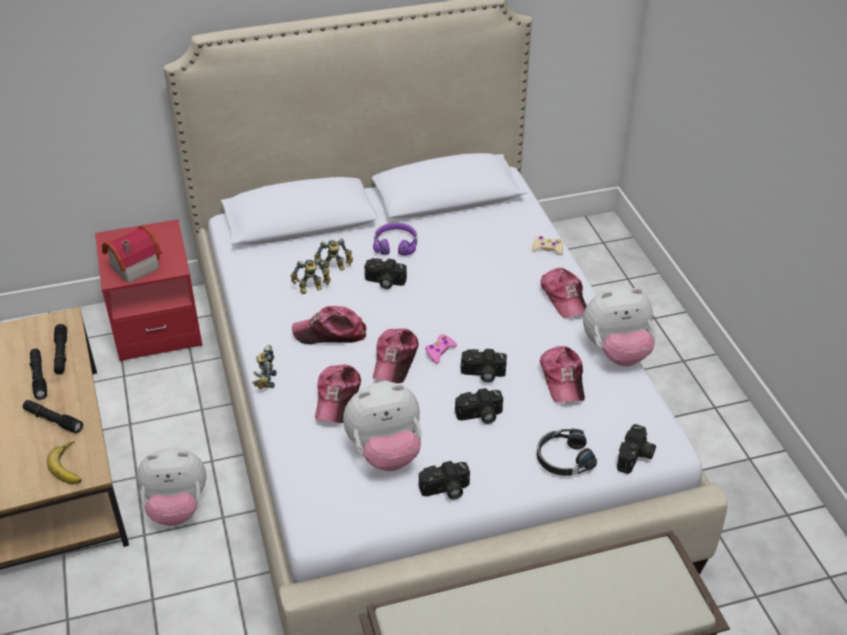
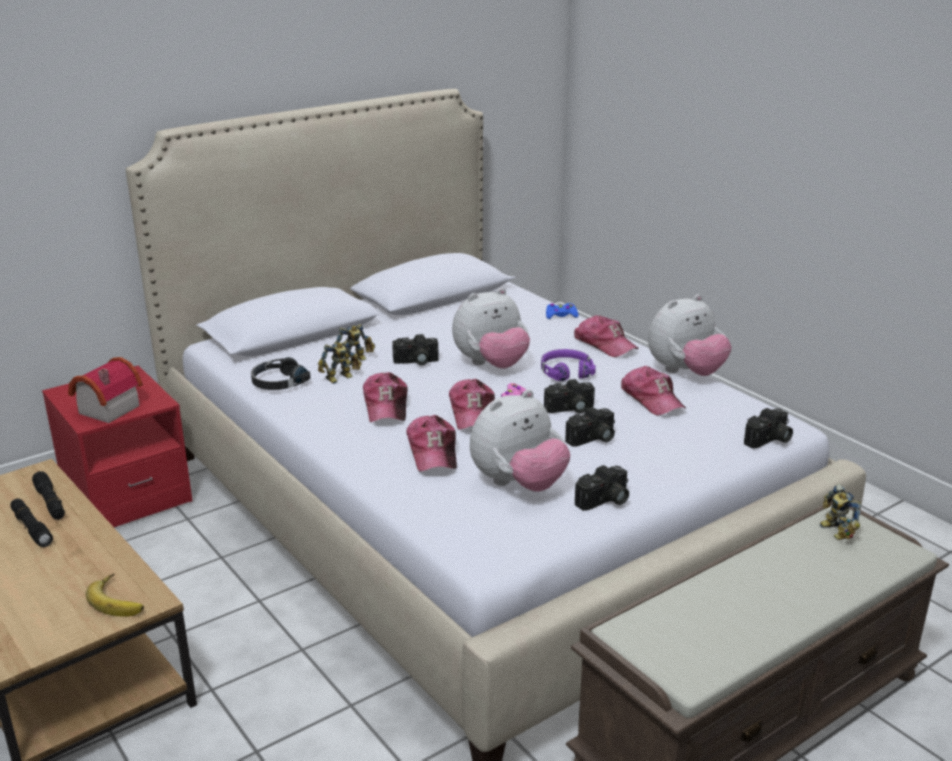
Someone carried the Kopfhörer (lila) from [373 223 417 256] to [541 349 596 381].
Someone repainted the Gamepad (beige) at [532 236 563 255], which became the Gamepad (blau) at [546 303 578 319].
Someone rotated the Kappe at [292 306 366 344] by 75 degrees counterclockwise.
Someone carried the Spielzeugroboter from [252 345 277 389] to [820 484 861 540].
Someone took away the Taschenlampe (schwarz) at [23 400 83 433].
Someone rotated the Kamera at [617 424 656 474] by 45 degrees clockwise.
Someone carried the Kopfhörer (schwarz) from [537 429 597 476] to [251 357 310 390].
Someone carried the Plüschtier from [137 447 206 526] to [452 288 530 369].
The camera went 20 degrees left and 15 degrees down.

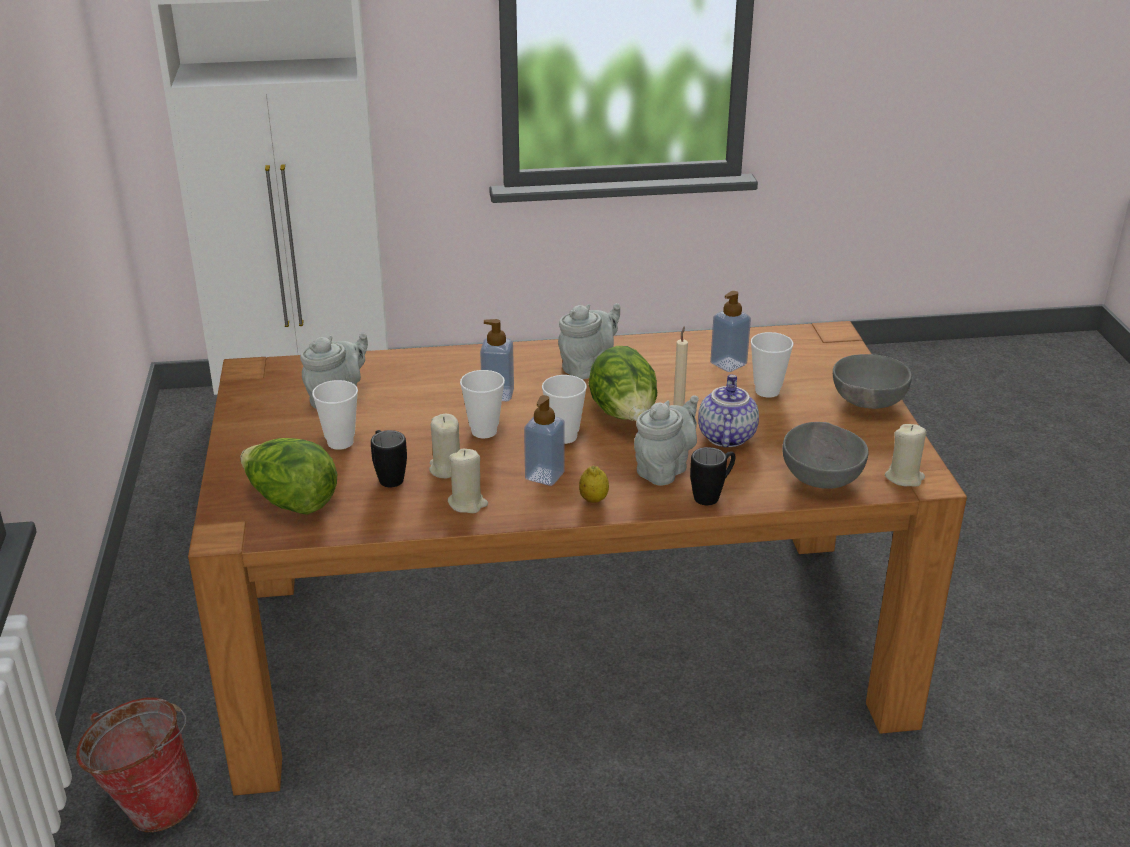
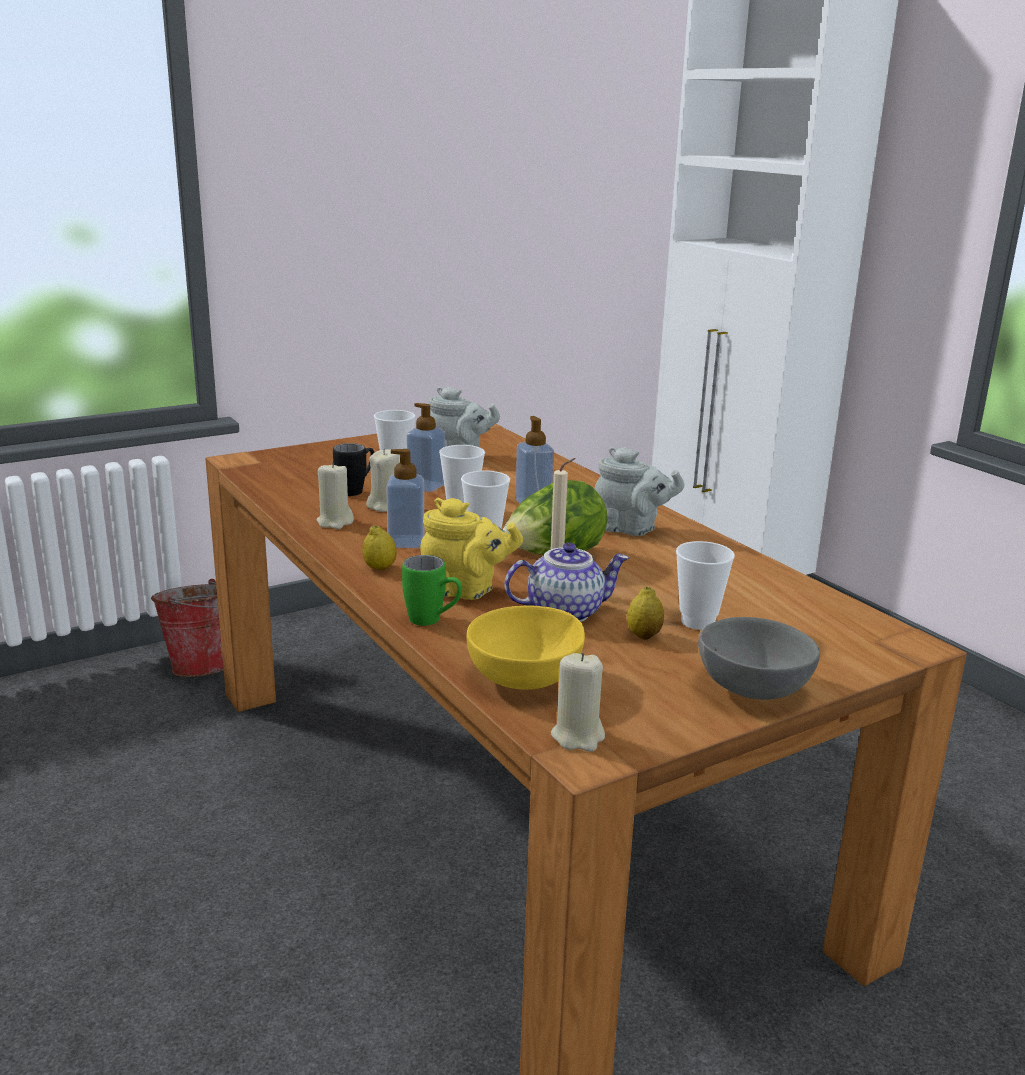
Someone carried the Seifenspender from [710 291 751 372] to [407 403 445 492].
Someone repainted the Teekanne (grau) at [634 395 699 486], which became the Teekanne (gelb) at [420 498 523 600].
Someone repainted the Schüssel (grau) at [782 422 869 489], which became the Schüssel (gelb) at [467 606 585 690].
Someone took away the Salatkopf at [240 438 337 515].
Someone repainted the Henkelbecher (schwarz) at [690 447 735 505], which became the Henkelbecher (grün) at [402 555 462 626].
Someone put down the Zitrone at [627 587 664 640].
The camera went 65 degrees right and 10 degrees down.

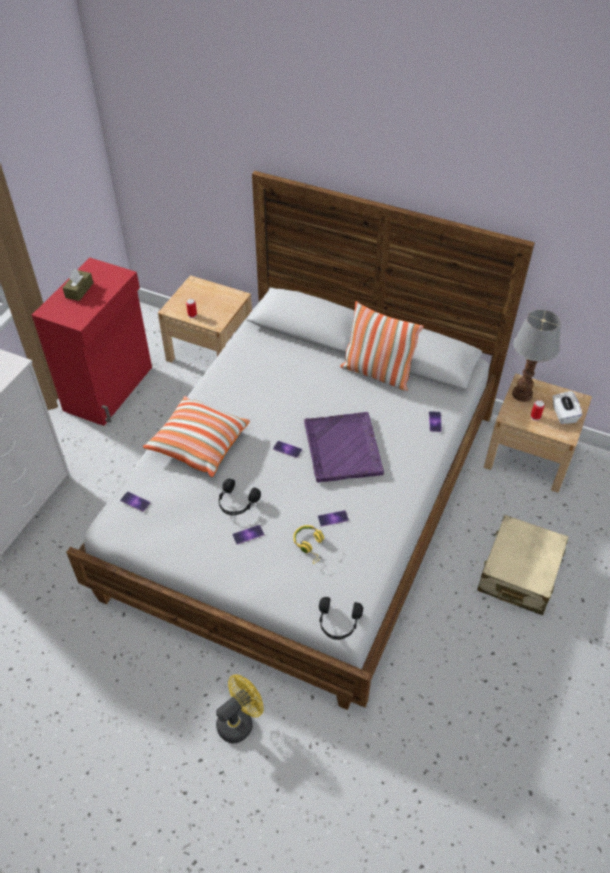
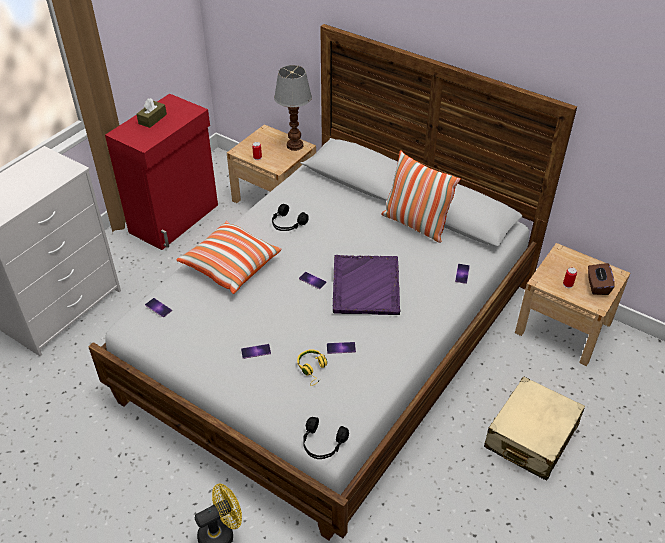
Someone carried the Tischlampe from [512 309 561 402] to [274 65 312 151].
Someone repainted the Taschentuchbox (weiß) at [553 391 582 424], which became the Taschentuchbox (braun) at [588 263 615 295].
Someone carried the Kopfhörer (schwarz) from [219 479 261 515] to [272 204 309 231].
The camera went 10 degrees right and 5 degrees down.

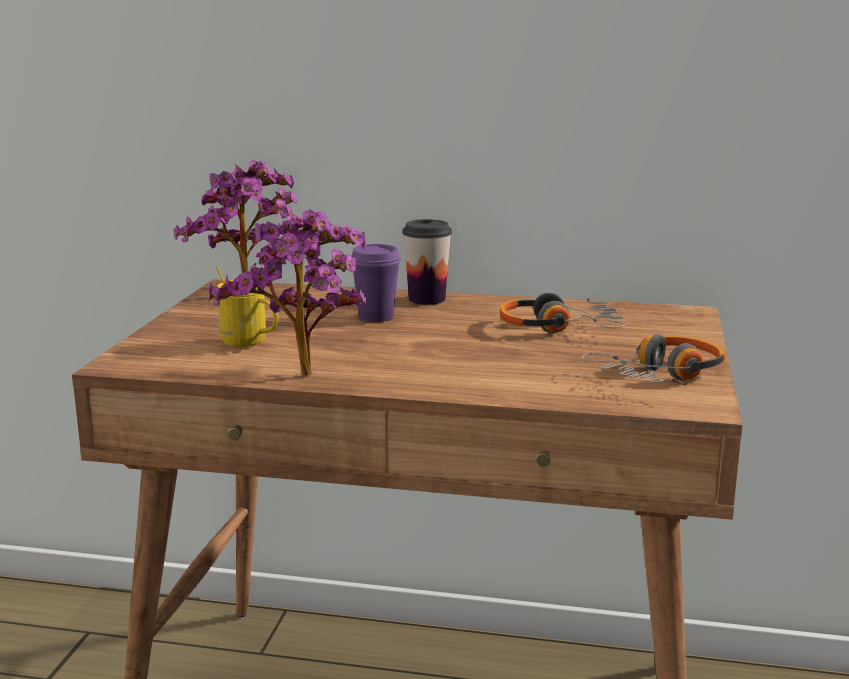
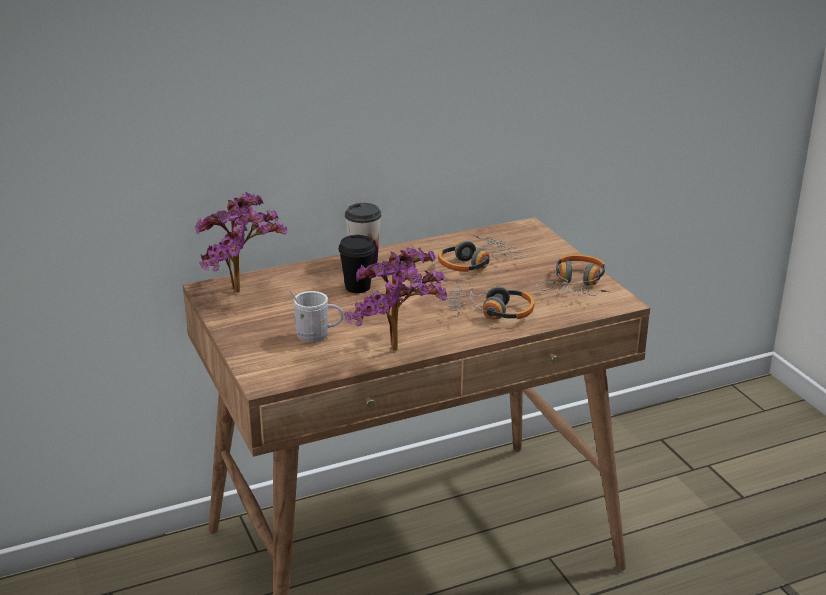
Someone repainted the Tasse (lila) at [352 244 401 322], which became the Tasse (schwarz) at [338 235 375 293].
Someone repainted the Henkelbecher (gelb) at [216 267 278 347], which became the Henkelbecher (weiß) at [289 290 344 343].
Someone put down the Kopfhörer at [447 281 535 320].
The camera went 35 degrees left and 10 degrees up.

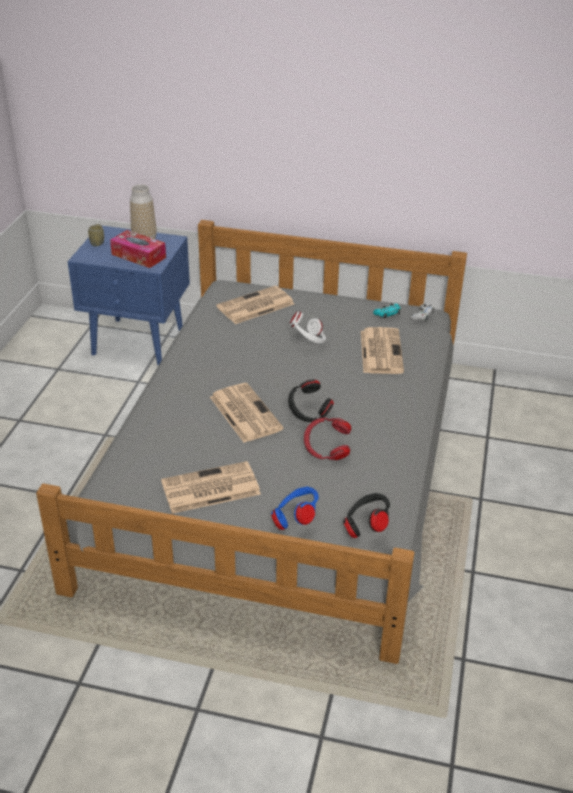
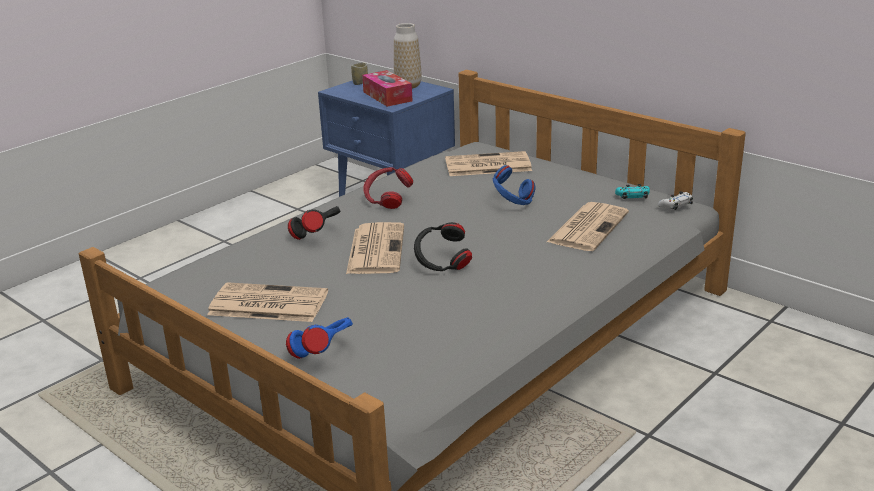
Someone repainted the Kopfhörer (weiß) at [290 311 326 344], which became the Kopfhörer (blau) at [493 165 536 205].
Someone carried the Kopfhörer (rot) from [304 418 352 460] to [364 167 413 209].
Someone carried the Kopfhörer (schwarz) from [343 493 390 538] to [288 206 341 240].
The camera went 30 degrees right and 10 degrees down.

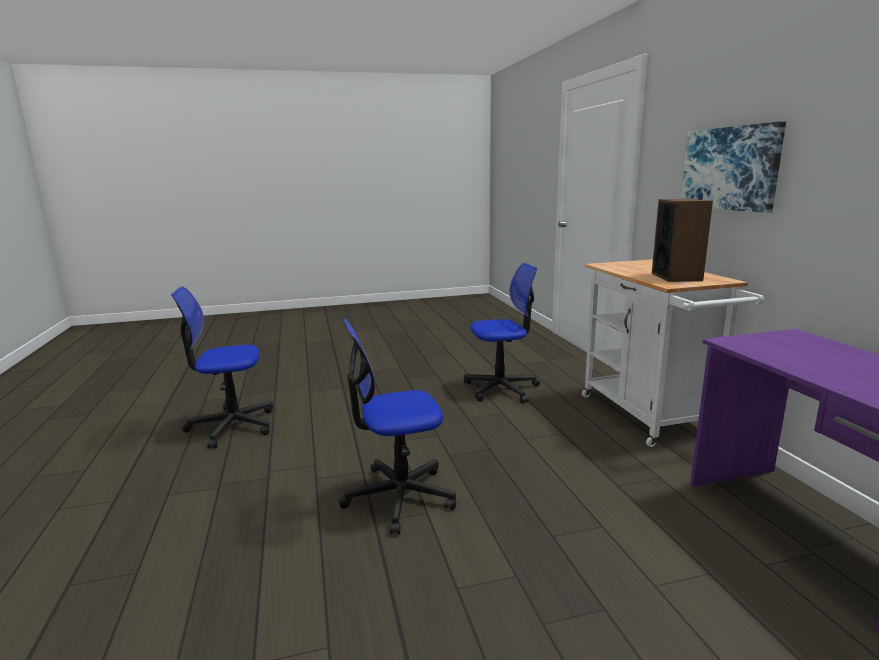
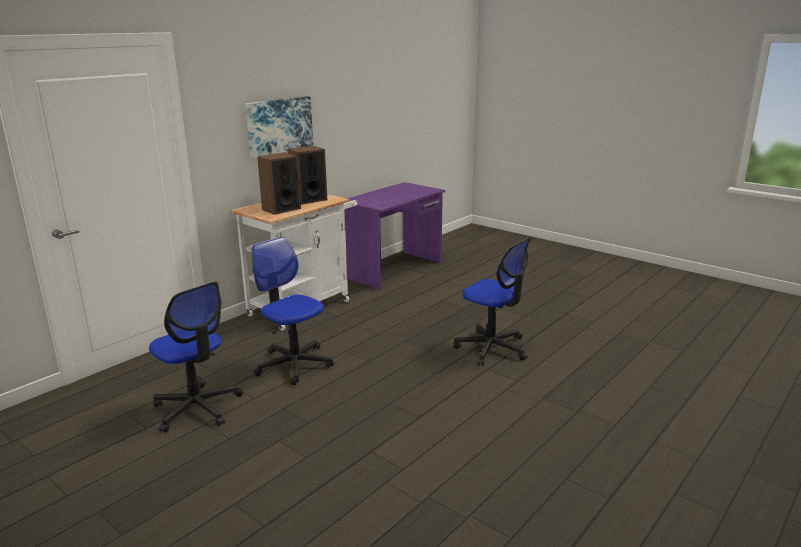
Someone carried the Bürostuhl from [171 286 273 448] to [149 282 243 433].
Someone put down the Lautsprecher at [257 152 301 215].
The camera went 125 degrees left and 5 degrees up.

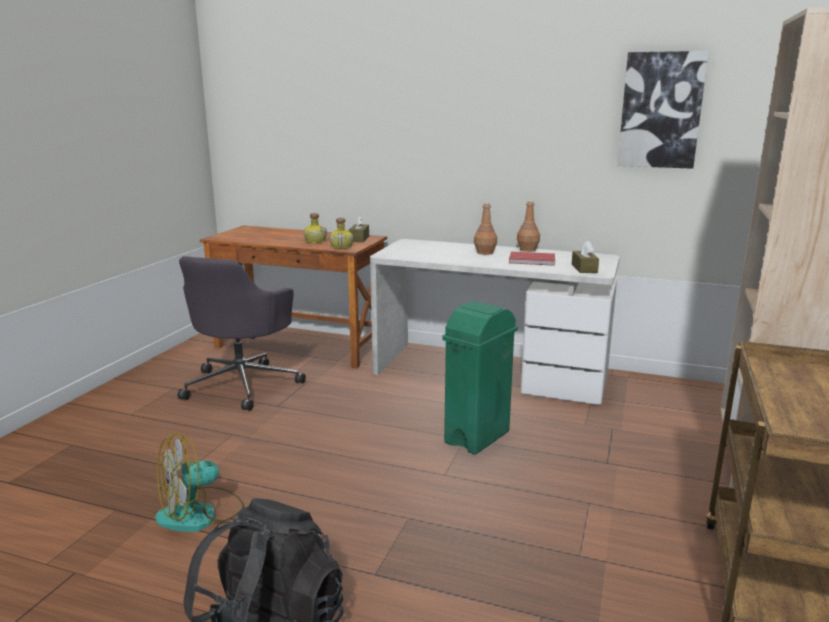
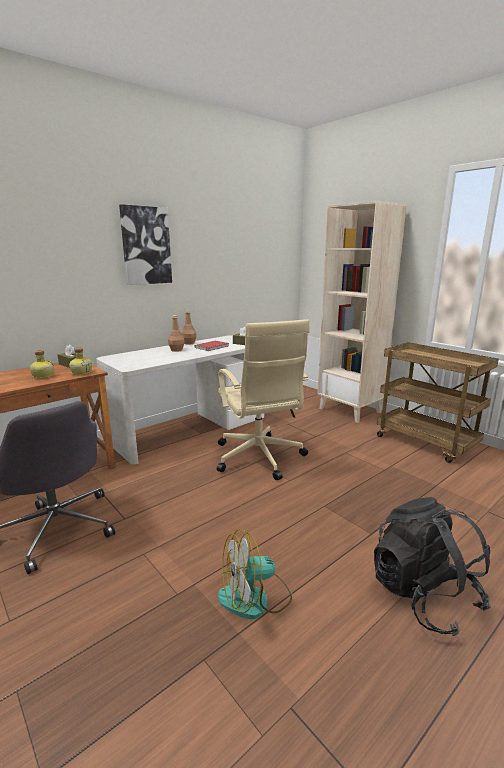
Someone carried the Bild from [617 51 709 169] to [119 204 172 285].
Someone swapped the Mülleimer (grün) at [442 301 518 454] for the Bürostuhl (beige) at [217 319 310 480].
Someone rotated the Ventilator at [155 433 244 532] by 75 degrees clockwise.
The camera went 60 degrees left and 0 degrees up.

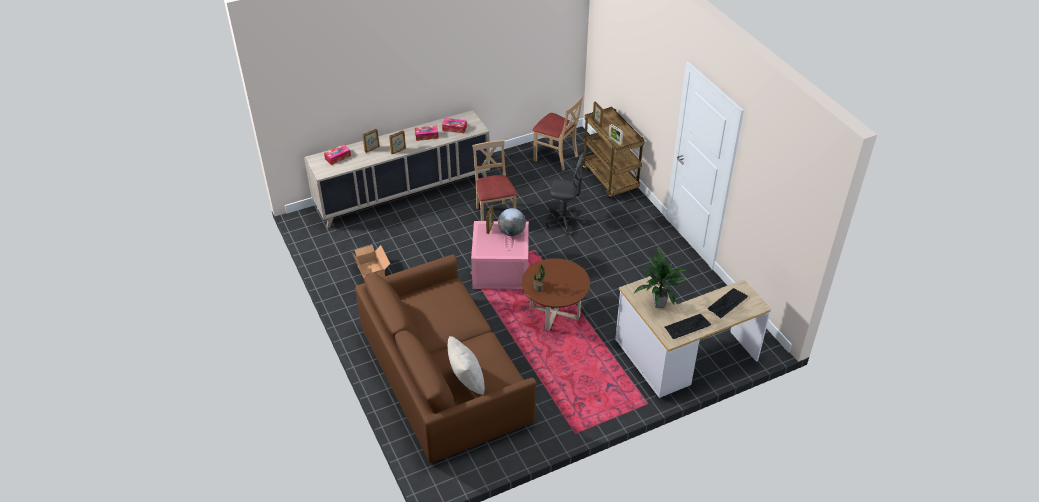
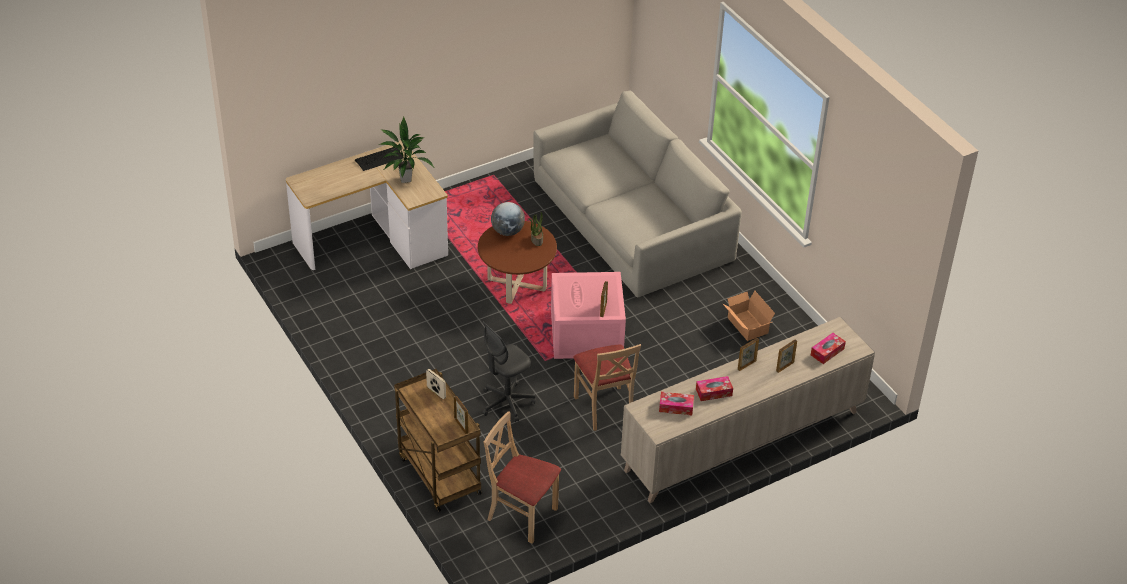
Someone rotated the Bürostuhl (grau) at [546 152 586 235] by 45 degrees counterclockwise.
Someone carried the Globus from [498 208 526 236] to [491 202 525 236].
Someone repainted the Sofa (braun) at [355 254 537 463], which became the Sofa (grau) at [533 91 742 298].
Someone took away the Tastatur at [707 288 748 318].
Someone took away the Kissen (beige) at [448 336 485 396].
The camera went 175 degrees right and 0 degrees up.

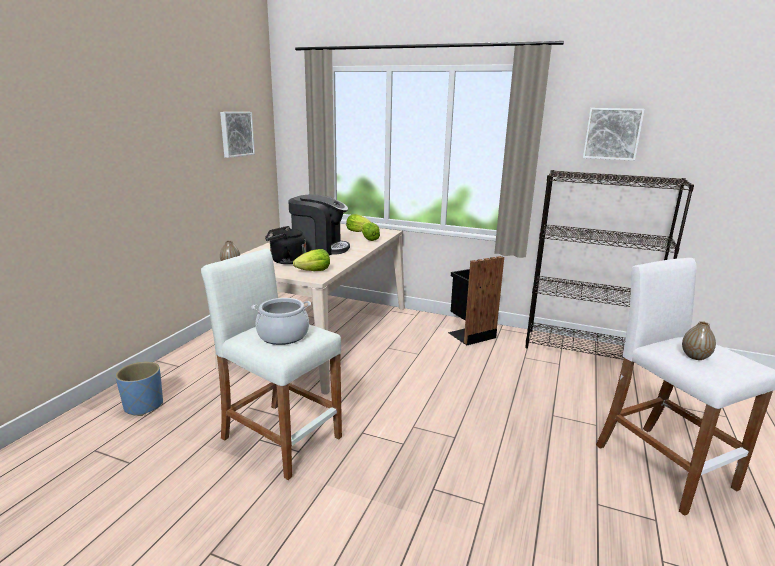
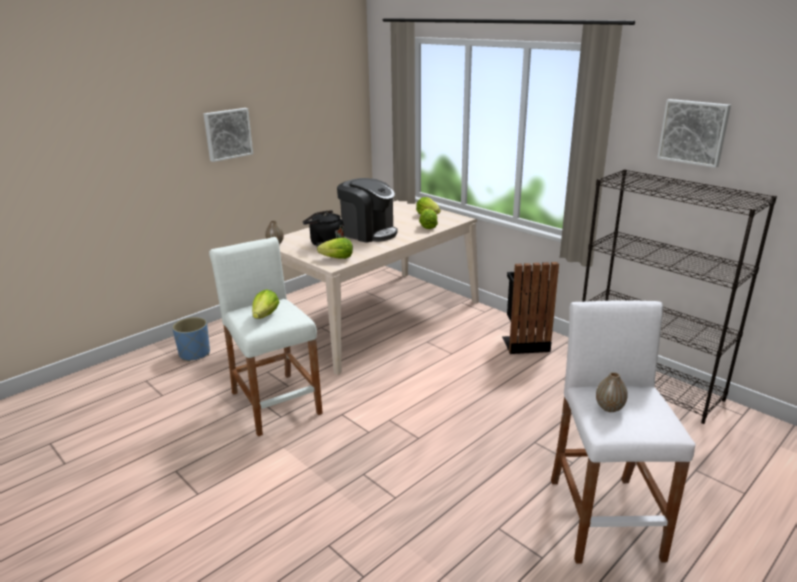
Someone carried the Bild from [220 112 255 158] to [203 108 253 162].
Someone swapped the Kochtopf at [252 298 311 345] for the Salatkopf at [252 289 280 319].
The camera went 25 degrees right and 5 degrees up.

